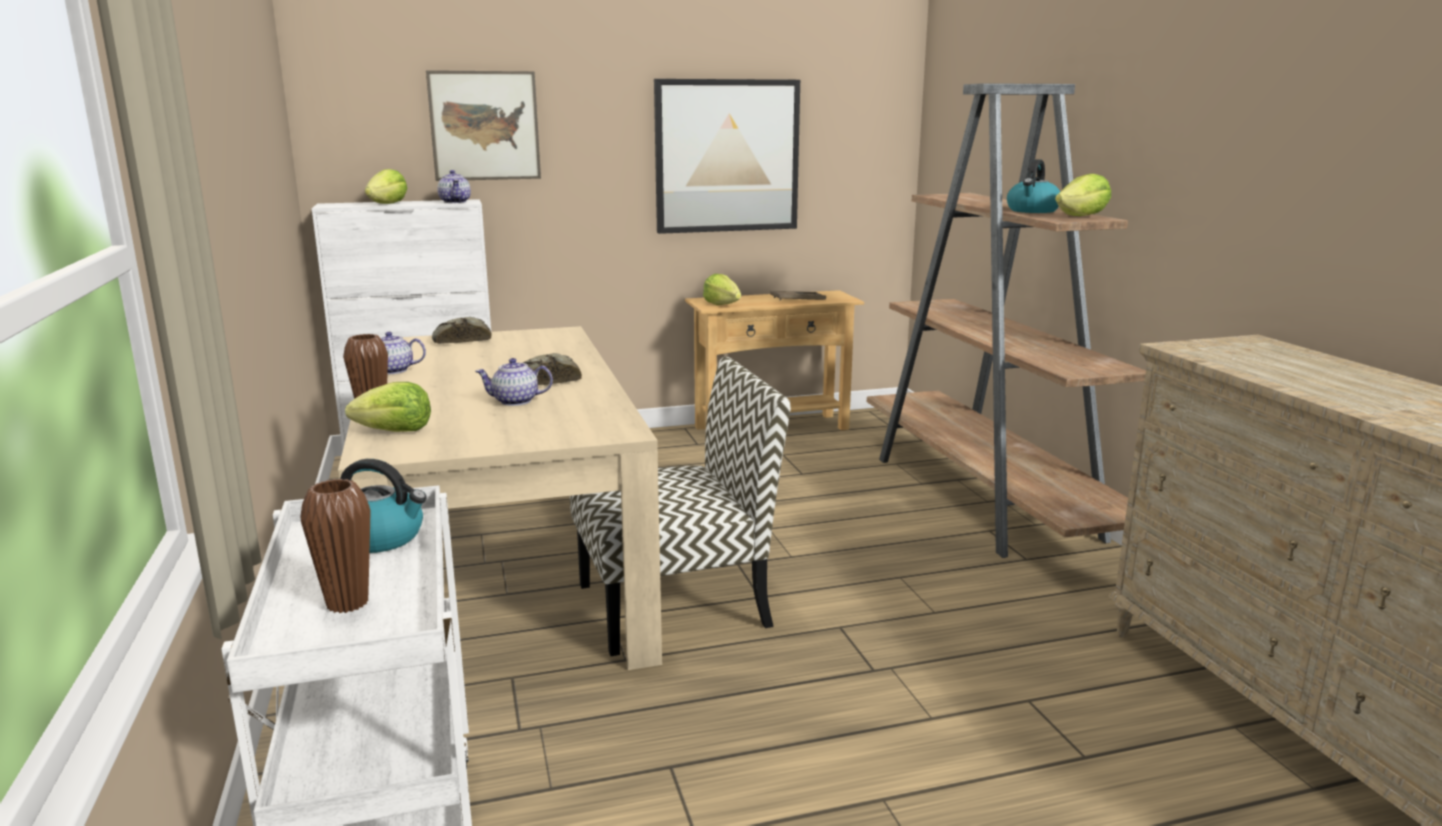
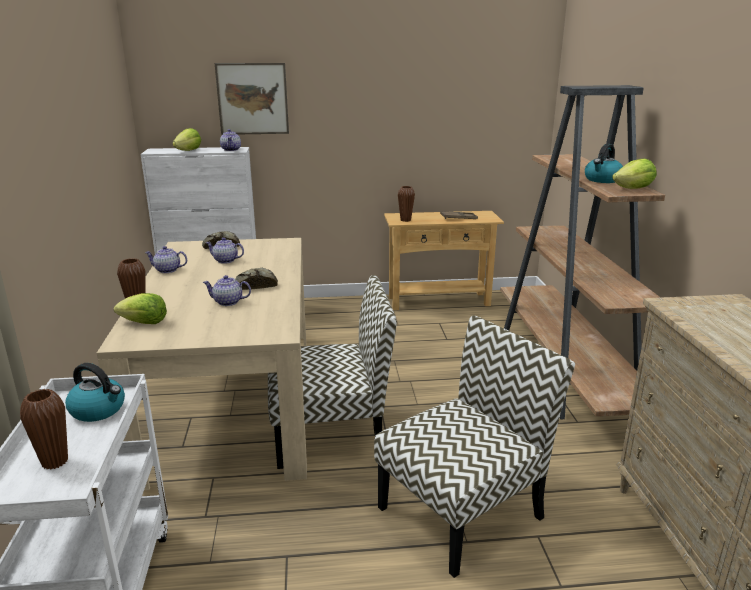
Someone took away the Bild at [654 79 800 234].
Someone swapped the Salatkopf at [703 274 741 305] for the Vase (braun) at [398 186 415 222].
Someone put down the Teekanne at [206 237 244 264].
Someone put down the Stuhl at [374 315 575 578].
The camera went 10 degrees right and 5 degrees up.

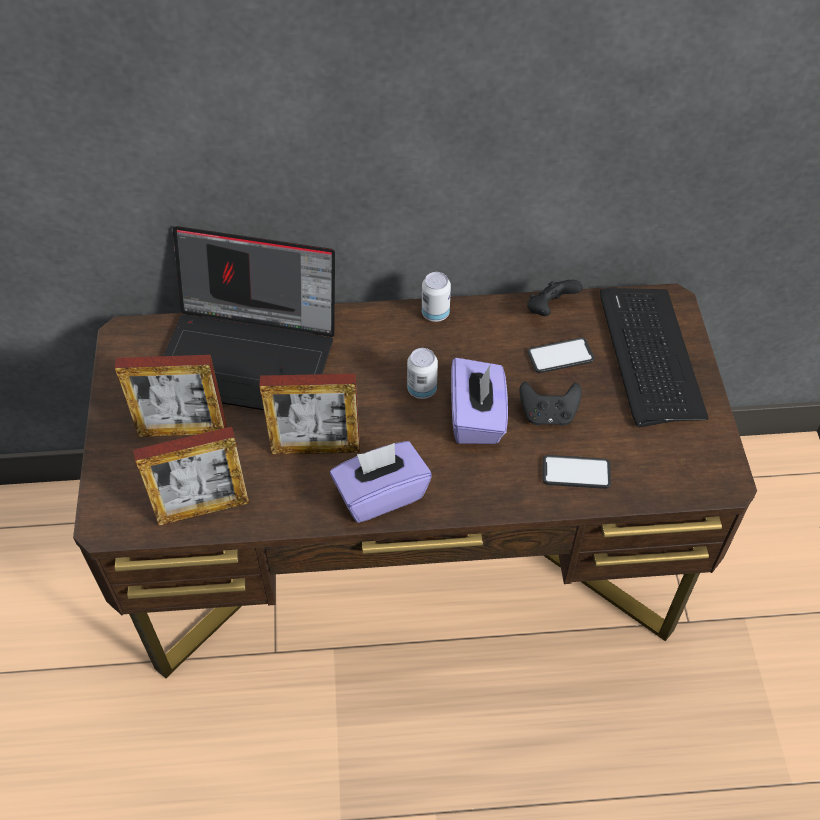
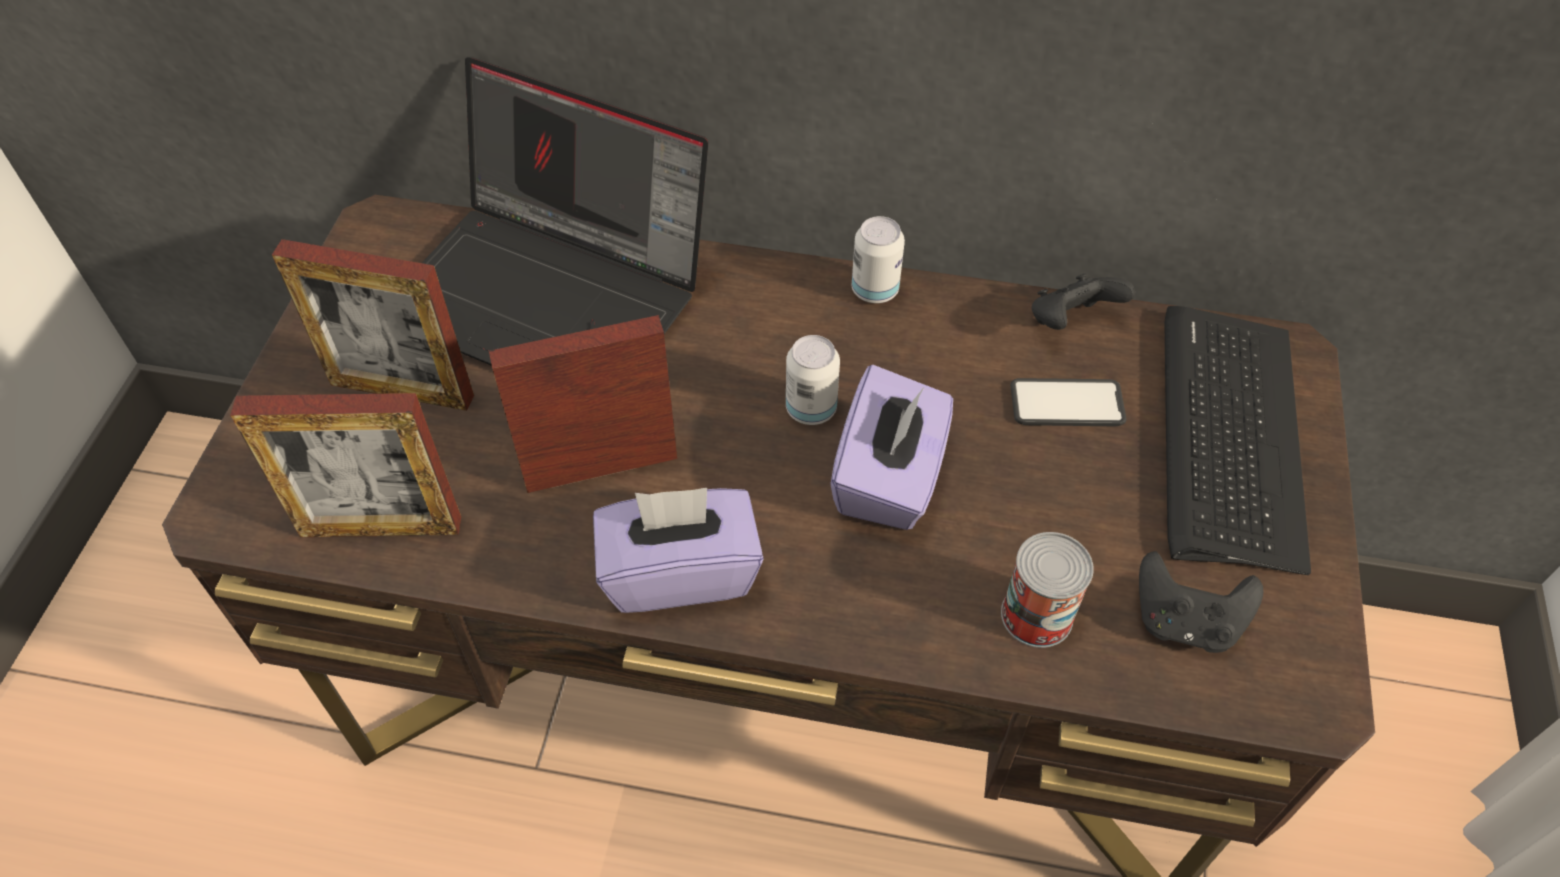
Someone rotated the Bilderrahmen at [259 374 360 454] by 150 degrees clockwise.
Someone carried the Gamepad (schwarz) from [519 381 582 426] to [1139 551 1263 653].
Someone swapped the Handy at [543 455 611 489] for the Dose at [1001 532 1094 648].
The camera went 15 degrees right and 0 degrees up.

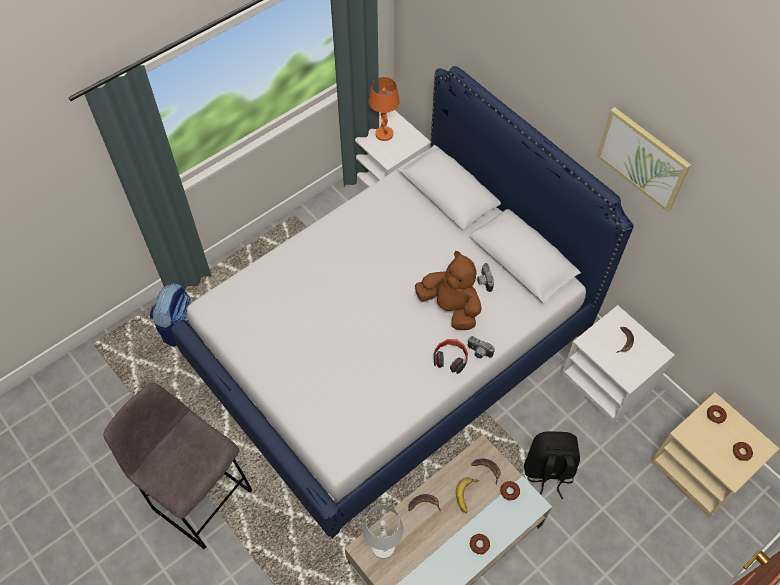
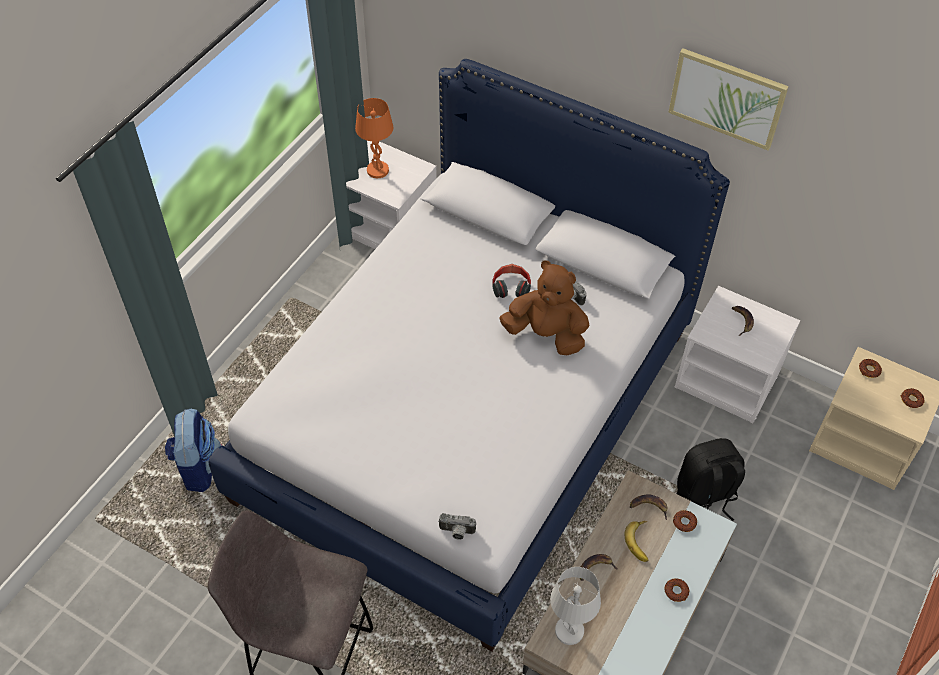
Someone carried the Kamera from [468 336 495 359] to [438 513 476 540].
Someone carried the Kopfhörer from [434 339 468 374] to [492 264 531 298].
The camera went 20 degrees left and 5 degrees down.

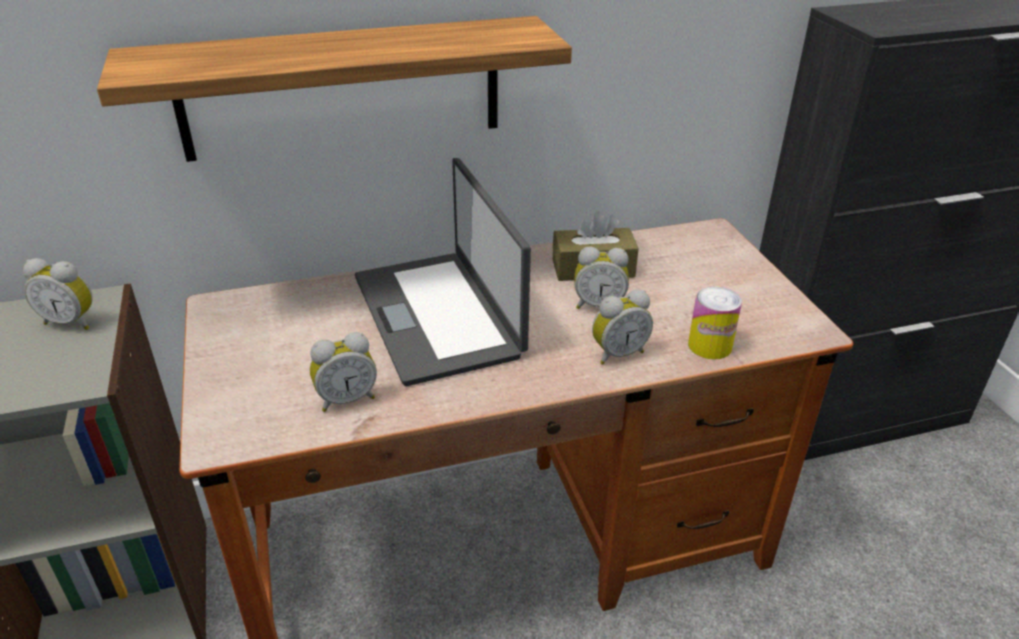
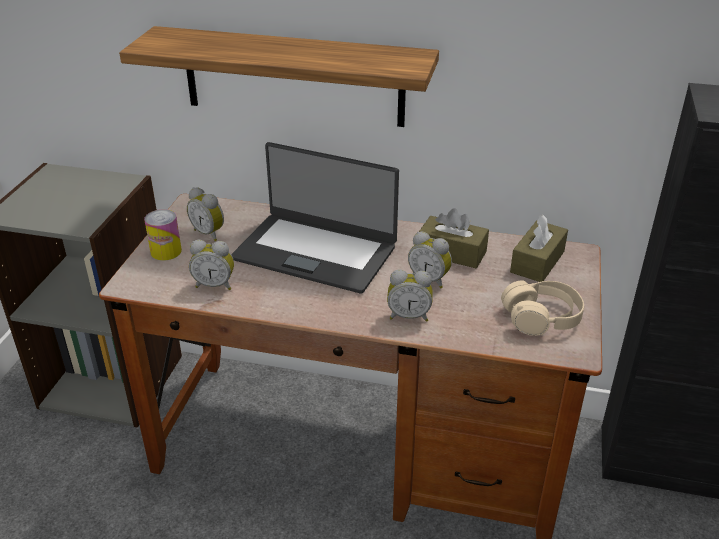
Someone rotated the Laptop at [355 158 531 386] by 75 degrees counterclockwise.
Someone carried the Wecker from [23 258 93 330] to [187 187 224 241].
Someone carried the Dose from [688 286 742 359] to [144 209 182 261].
Someone put down the Taschentuchbox (braun) at [510 214 568 282].
Someone put down the Kopfhörer (beige) at [501 280 584 336].
The camera went 30 degrees right and 0 degrees up.

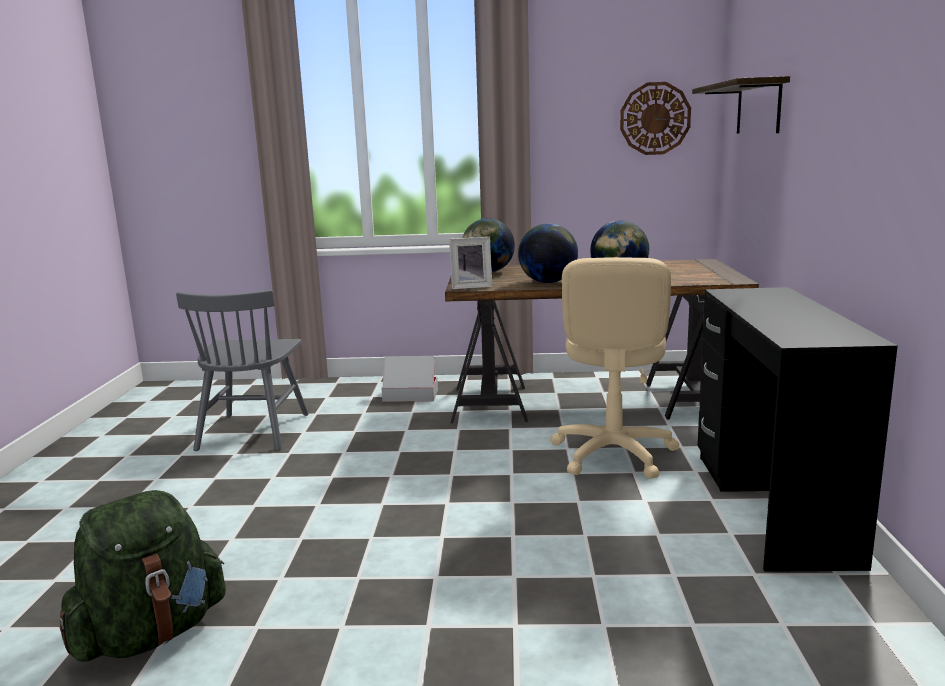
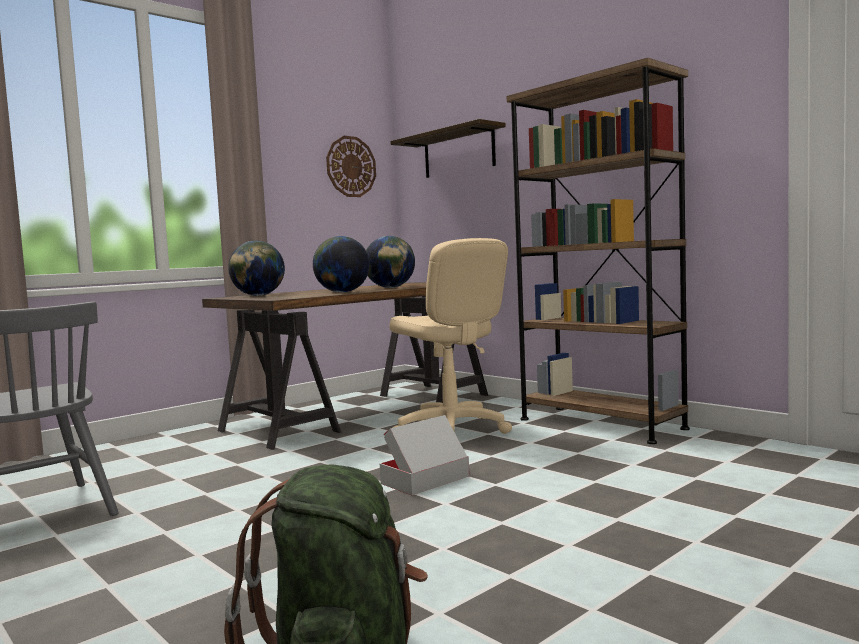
Someone took away the Bilderrahmen at [449 237 492 289].
Someone swapped the Schreibtisch (schwarz) at [697 287 898 572] for the Bücherregal (braun) at [507 58 690 444].
Someone carried the Karton from [381 356 438 402] to [380 415 469 495].
The camera went 45 degrees left and 10 degrees down.

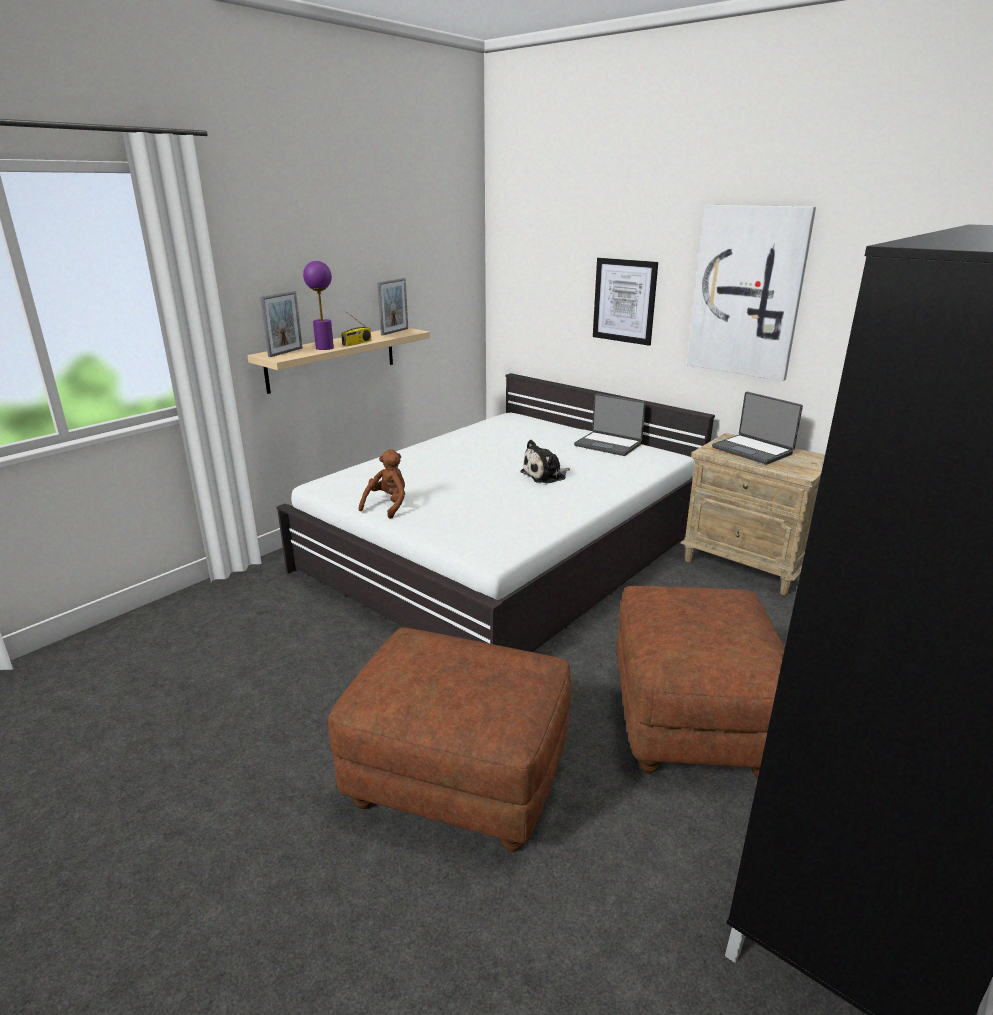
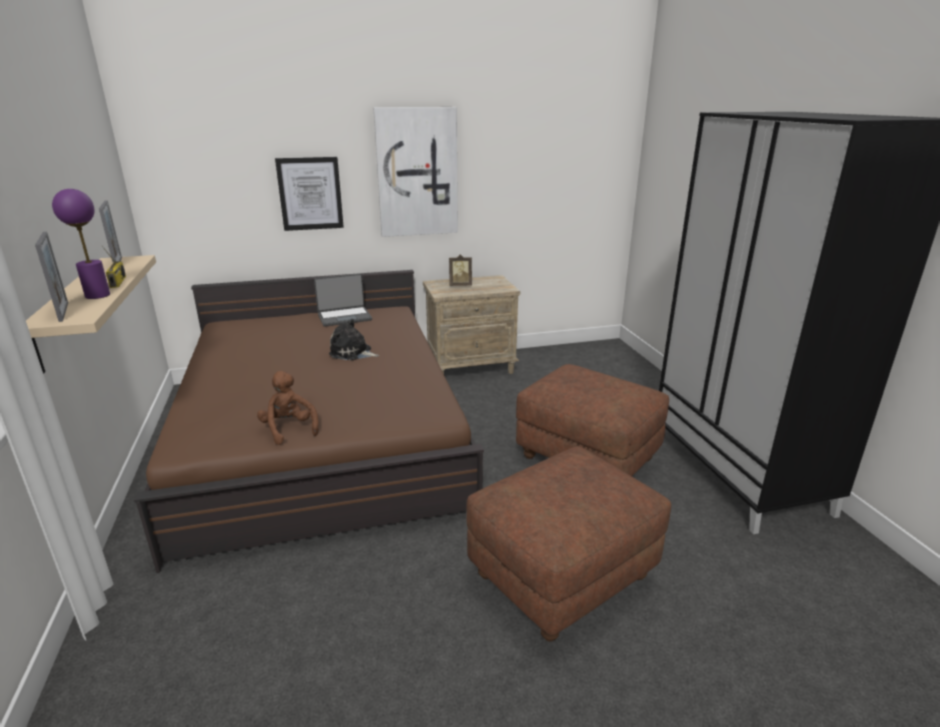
Someone repainted the Bett (weiß) at [276 373 715 652], which became the Bett (braun) at [134 270 484 573].
Someone swapped the Laptop at [712 392 803 464] for the Bilderrahmen at [449 254 472 286].
Someone rotated the Plüschtier at [520 440 570 484] by 105 degrees clockwise.
The camera went 55 degrees left and 0 degrees up.

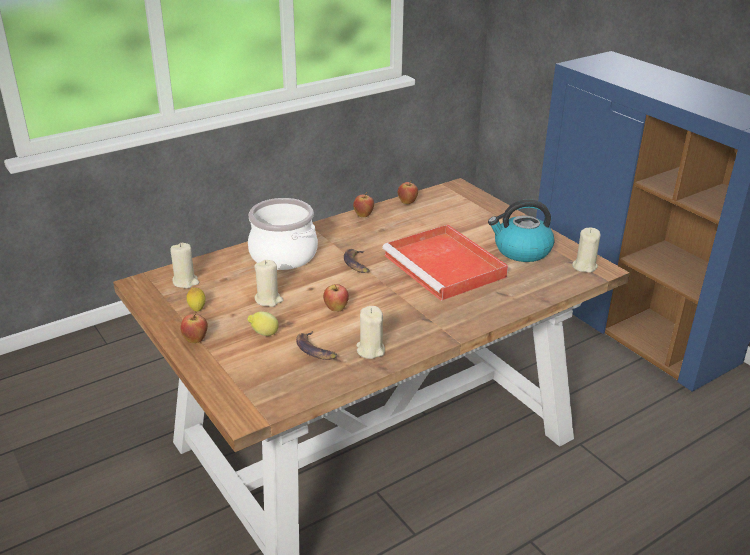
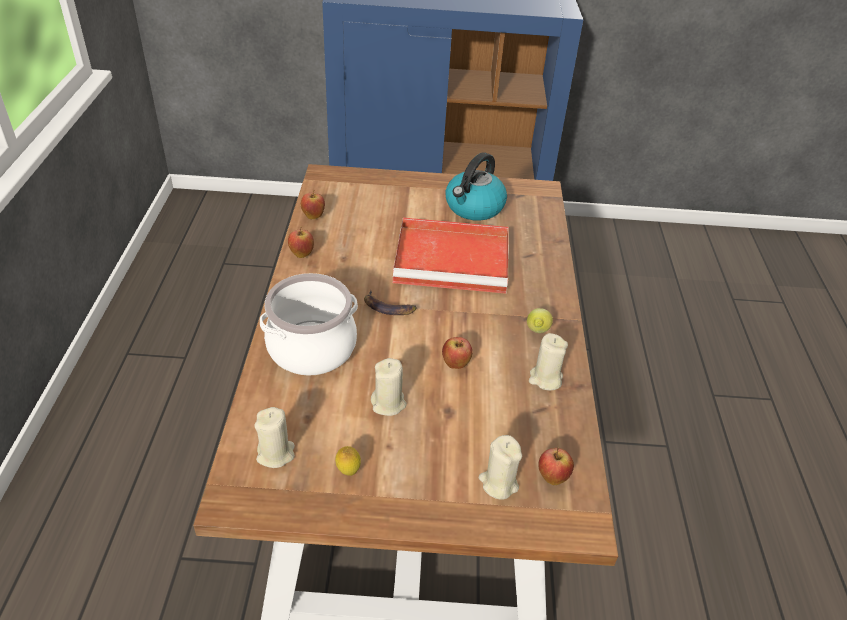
Someone carried the Kerze (beige) from [572 228 600 273] to [479 435 522 500].
Someone carried the Zitrone from [248 311 279 336] to [527 308 553 333].
Someone carried the Apfel from [180 312 208 343] to [538 448 574 485].
Someone took away the Banane at [296 331 338 360].
The camera went 55 degrees left and 10 degrees up.

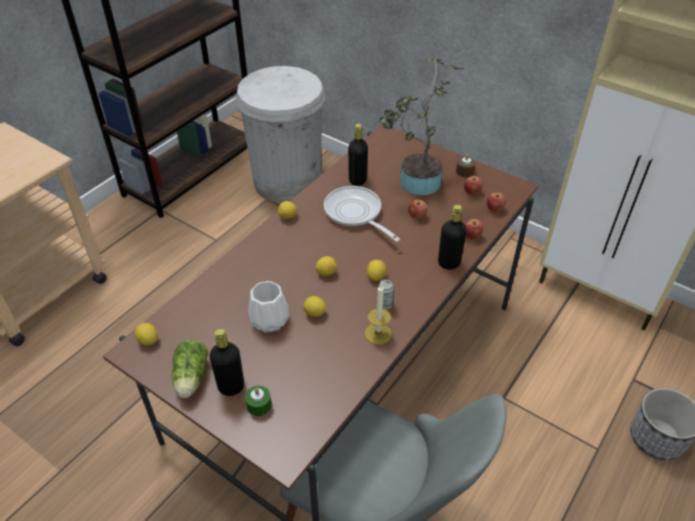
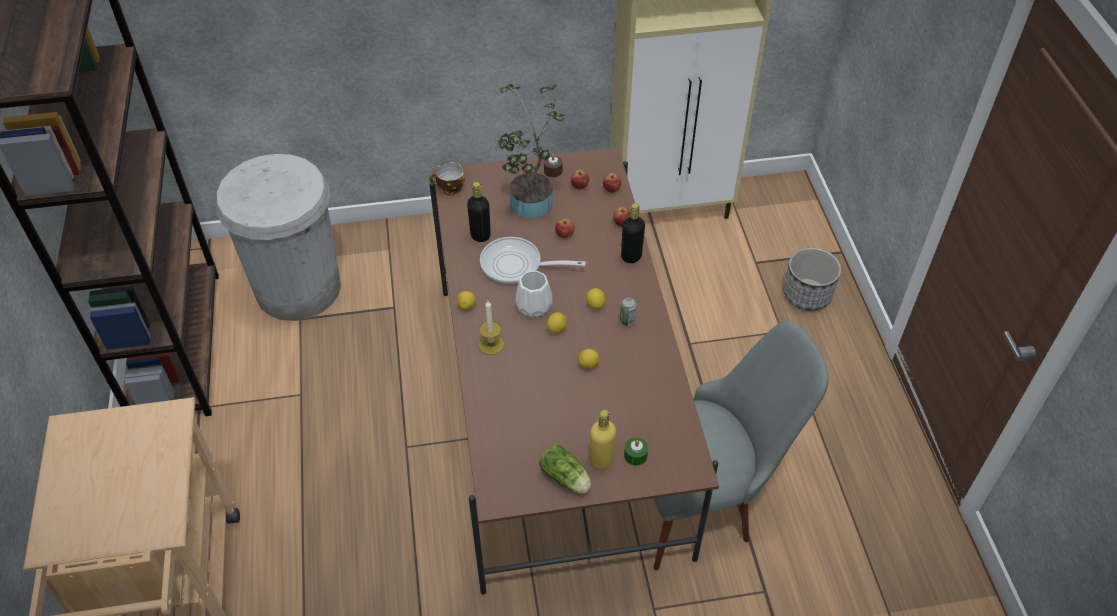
Someone carried the Vase (weiß) from [248 281 289 333] to [515 271 553 318].
Someone carried the Kerze from [365 285 392 345] to [479 301 504 355].
Someone took away the Zitrone at [135 323 158 346].
Someone repainted the Flasche (schwarz) at [209 329 244 396], which became the Flasche (gelb) at [590 410 616 470].
Someone put down the Tasse at [429 162 465 195].
The camera went 45 degrees left and 5 degrees up.

